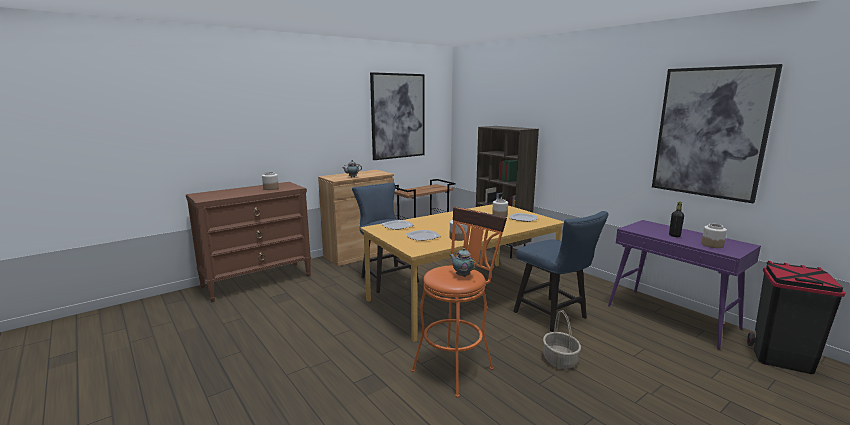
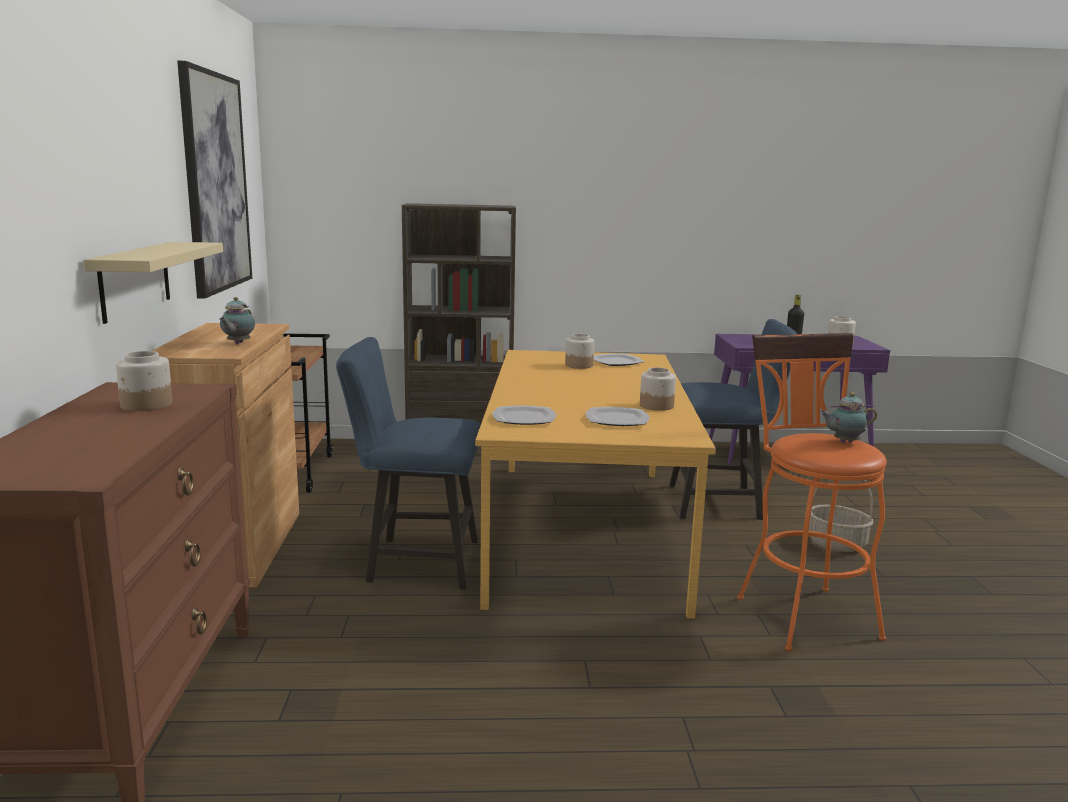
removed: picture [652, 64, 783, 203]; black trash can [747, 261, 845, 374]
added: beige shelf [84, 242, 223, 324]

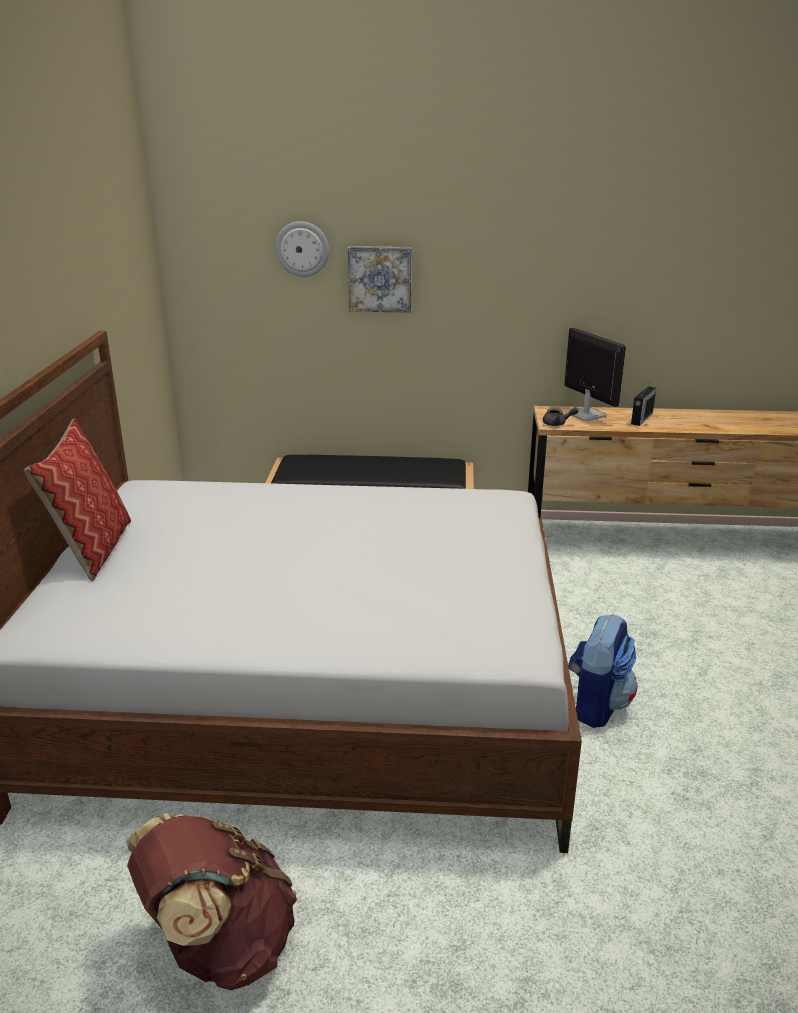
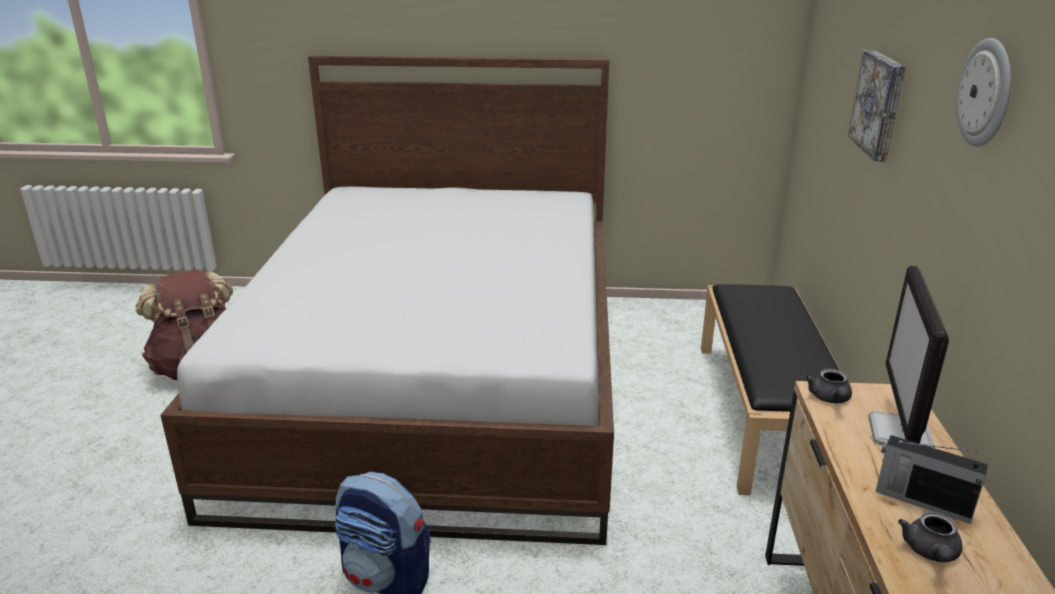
removed: pillow [24, 419, 131, 581]
added: grey teapot [898, 512, 963, 562]
moved: wall clock [275, 221, 329, 277] to [956, 38, 1011, 147]
turned: monitor [564, 328, 626, 421] = [868, 266, 949, 448] 135 degrees clockwise

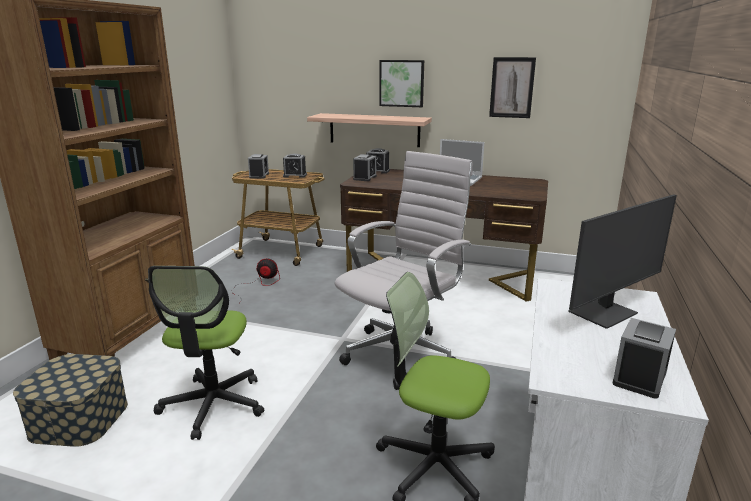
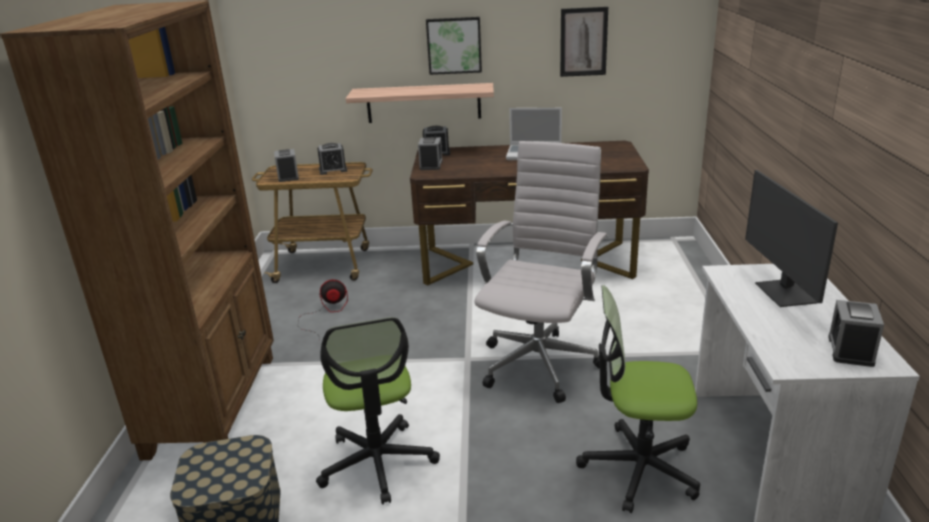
turned: monitor [568, 194, 677, 329] = [745, 170, 838, 307] 135 degrees clockwise

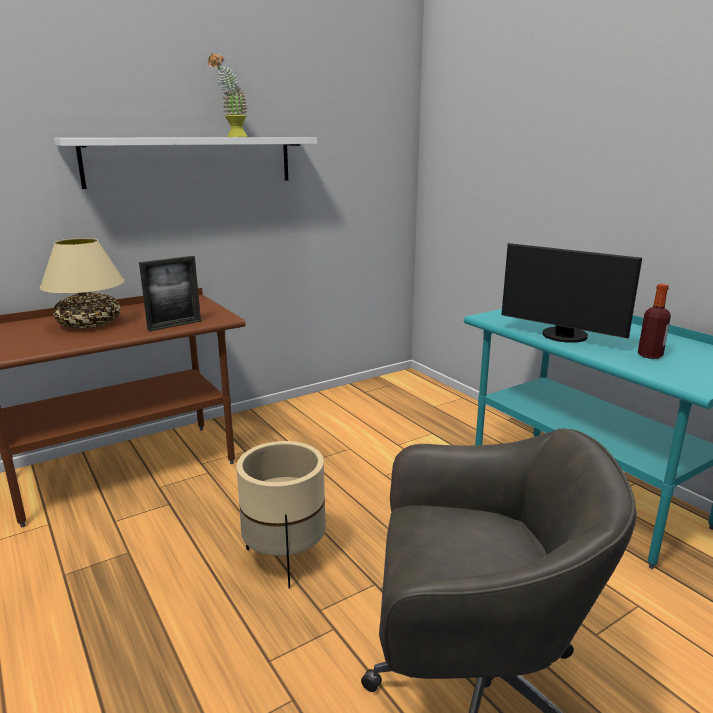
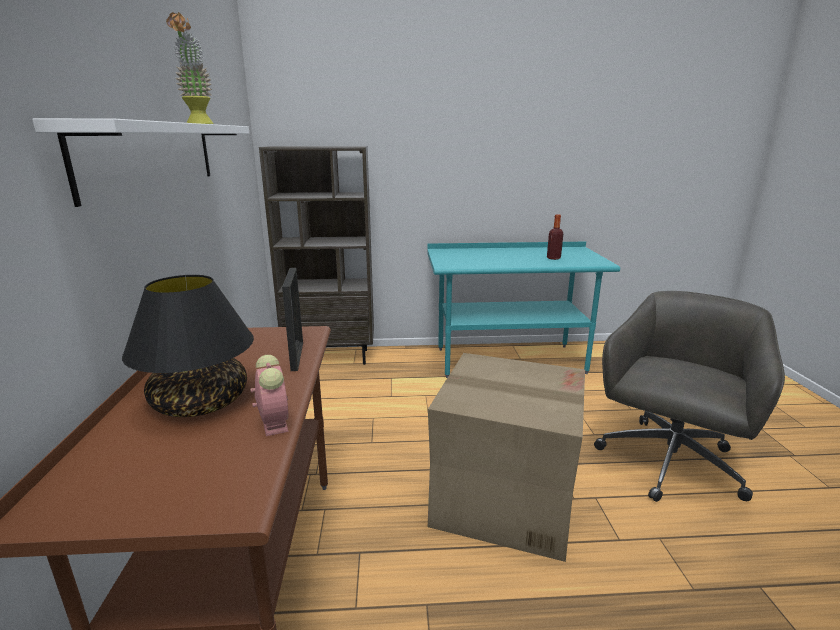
removed: monitor [502, 243, 642, 343]
added: alarm clock [250, 355, 289, 436]; brown bookcase [259, 146, 374, 365]
replaced: beige planter [236, 441, 326, 588] to cardboard box [428, 353, 585, 562]
recoloured: beige table lamp [40, 238, 125, 328] to black table lamp [122, 275, 254, 417]

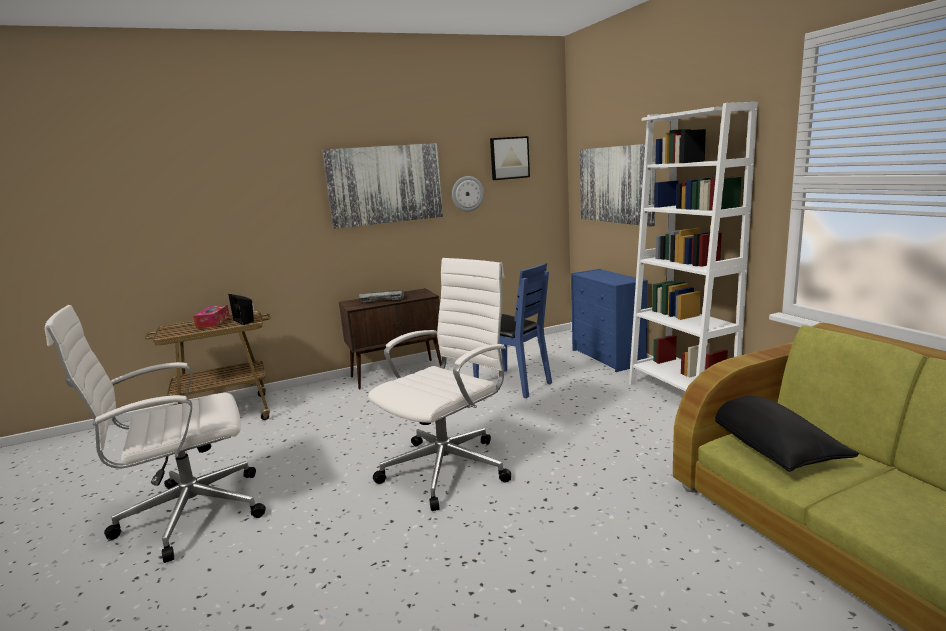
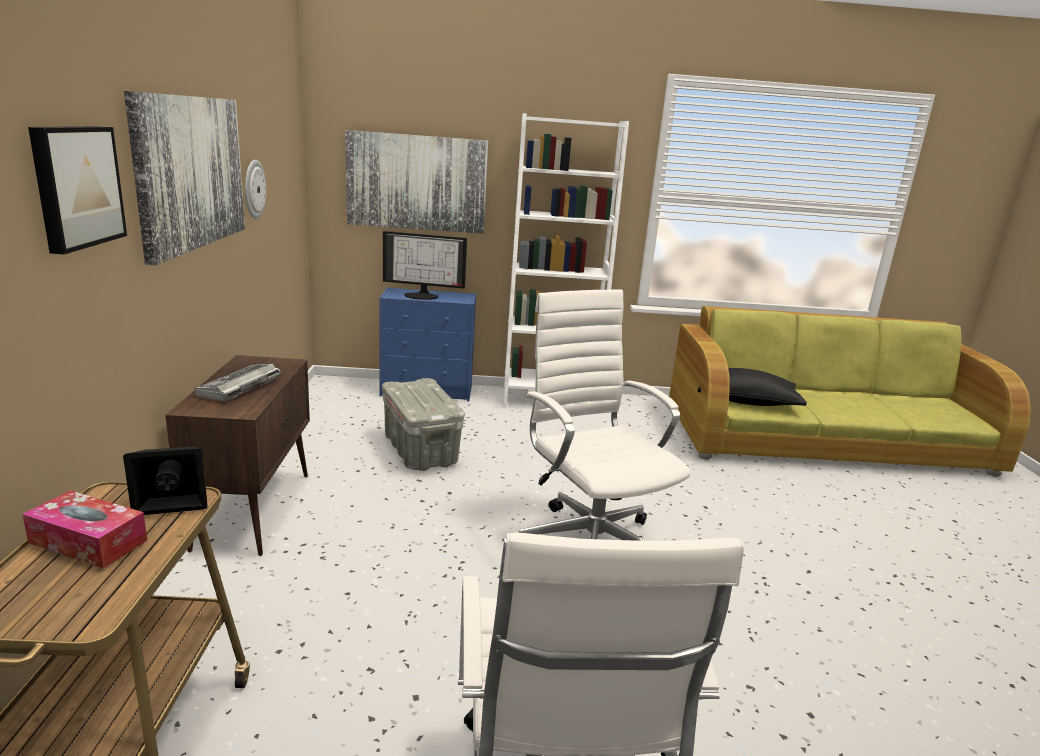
added: monitor [383, 231, 467, 300]
moved: picture [490, 136, 530, 180] to [28, 126, 127, 254]
replaced: blue chair [473, 263, 552, 398] to grey storage box [382, 378, 465, 471]

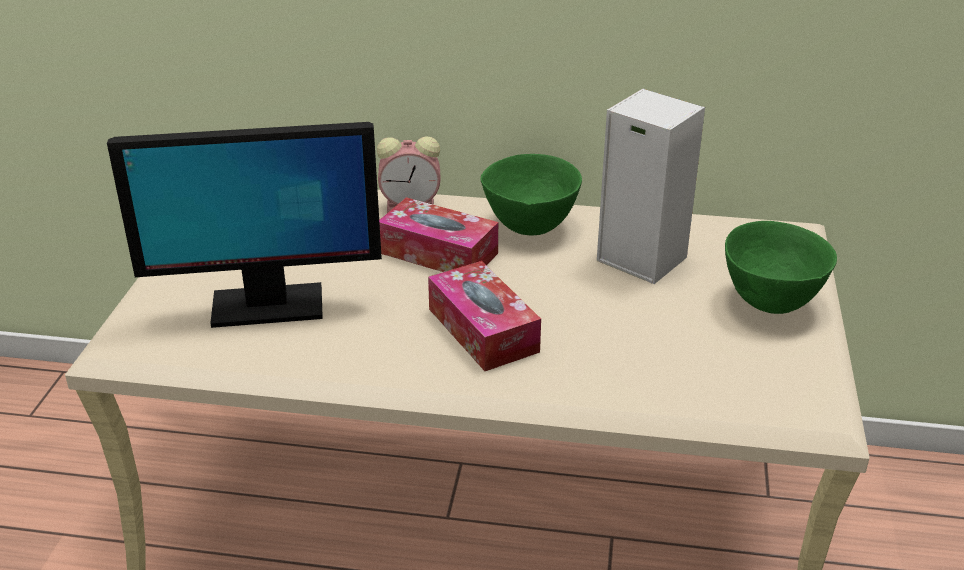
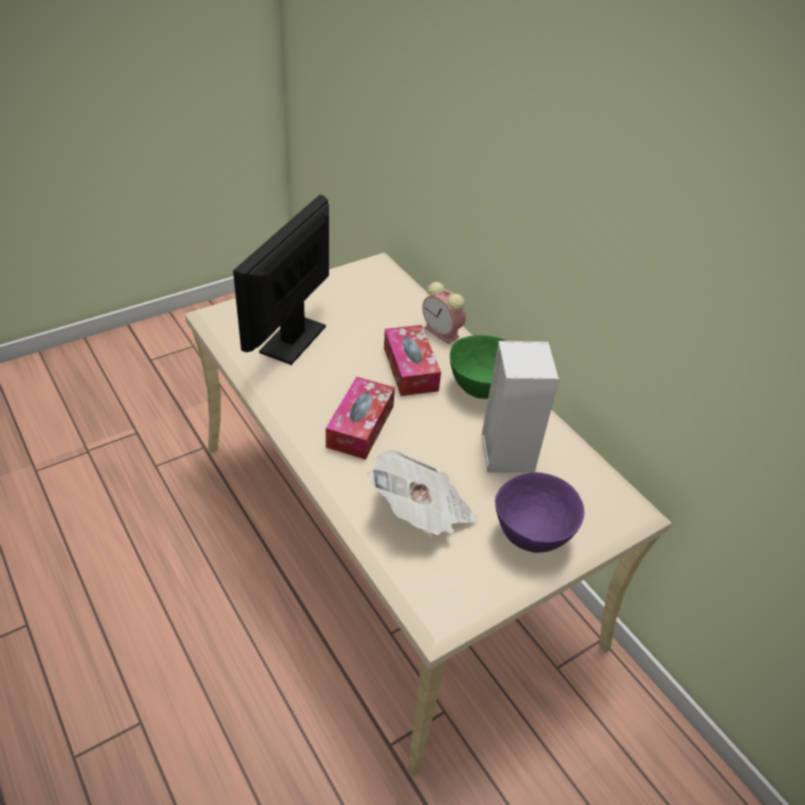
added: newspaper [368, 450, 477, 536]
recoloured: green bowl [725, 221, 837, 314] to purple bowl [495, 472, 584, 553]
turned: monitor [107, 122, 382, 328] = [233, 195, 329, 365] 75 degrees clockwise

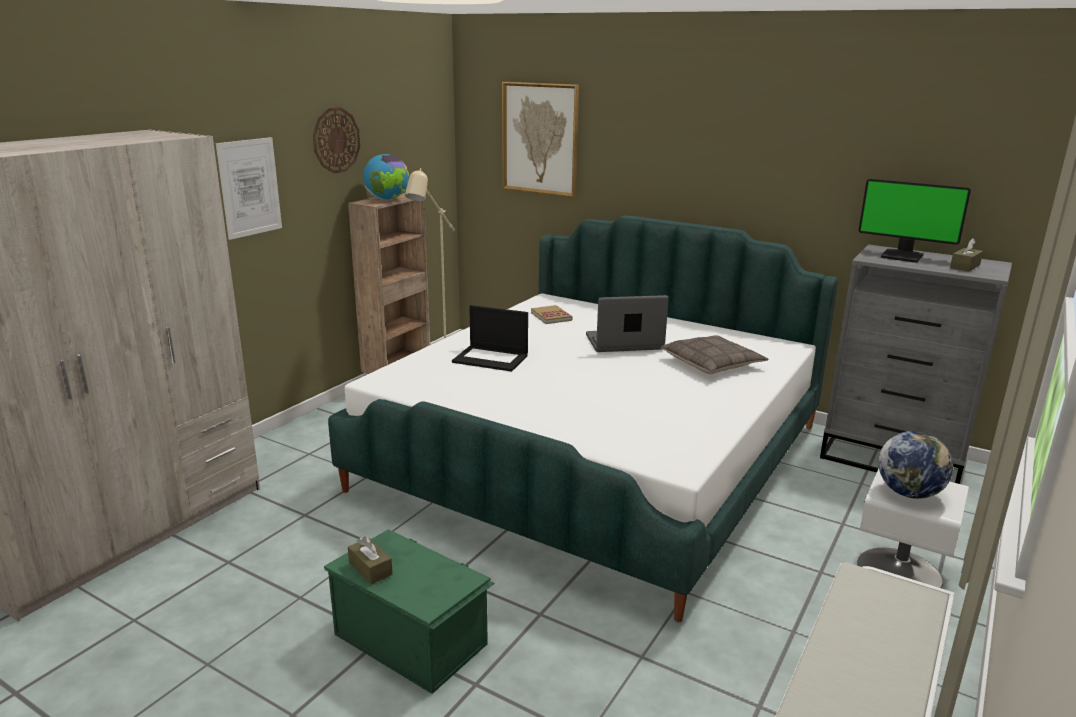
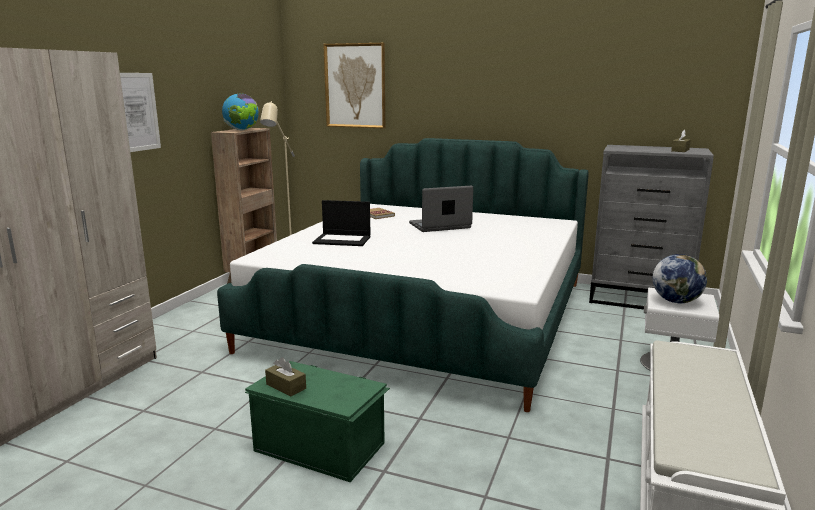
removed: wall clock [313, 107, 360, 173]; pillow [661, 335, 769, 374]; monitor [858, 179, 971, 263]

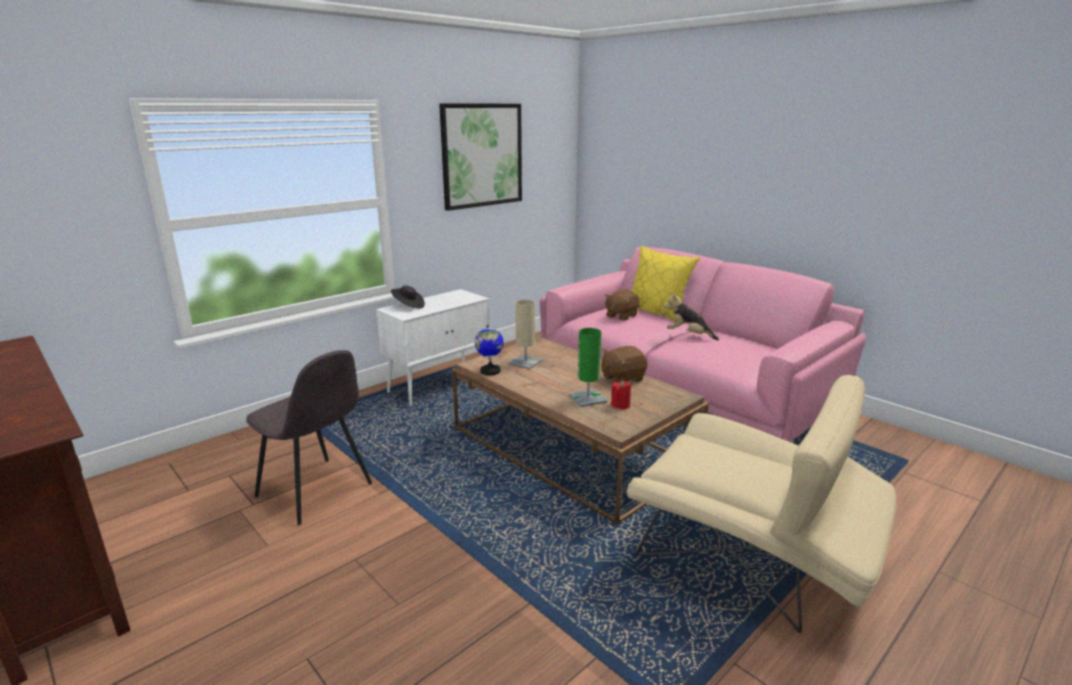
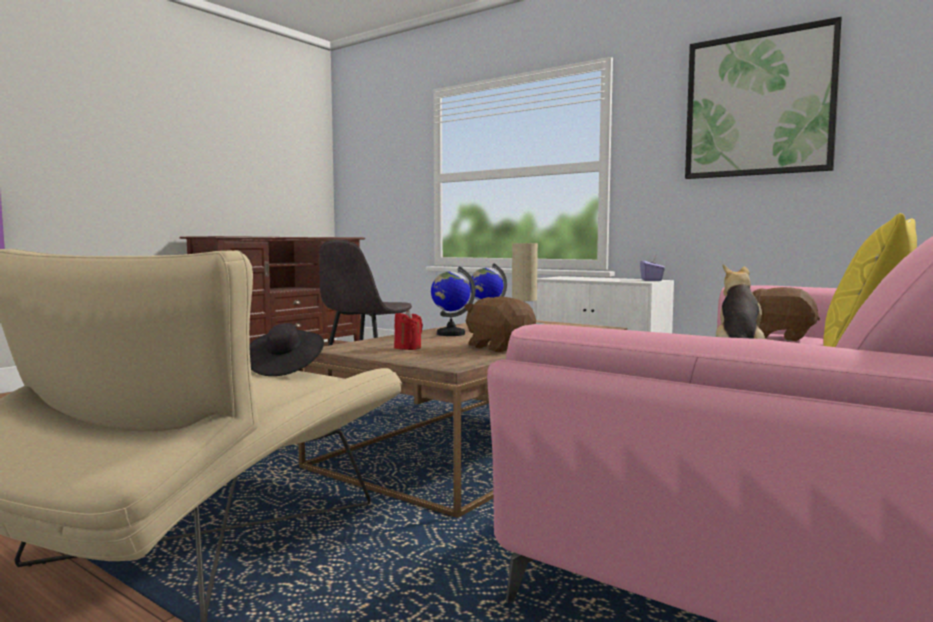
removed: green table lamp [569, 328, 607, 407]
added: globe [431, 266, 476, 336]; purple tissue box [640, 255, 665, 281]
moved: black hat [391, 285, 425, 309] to [250, 323, 324, 376]

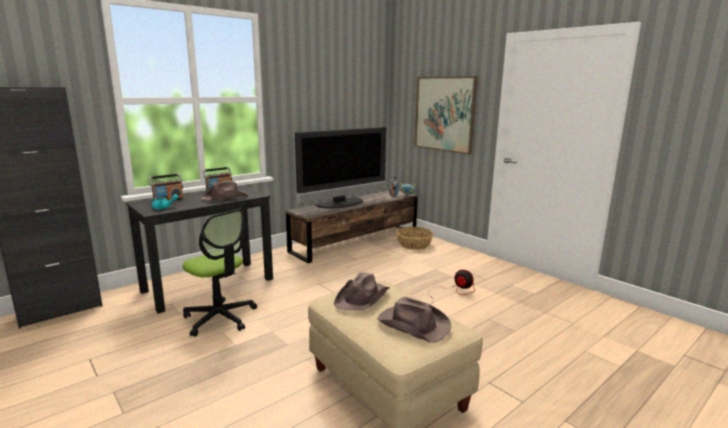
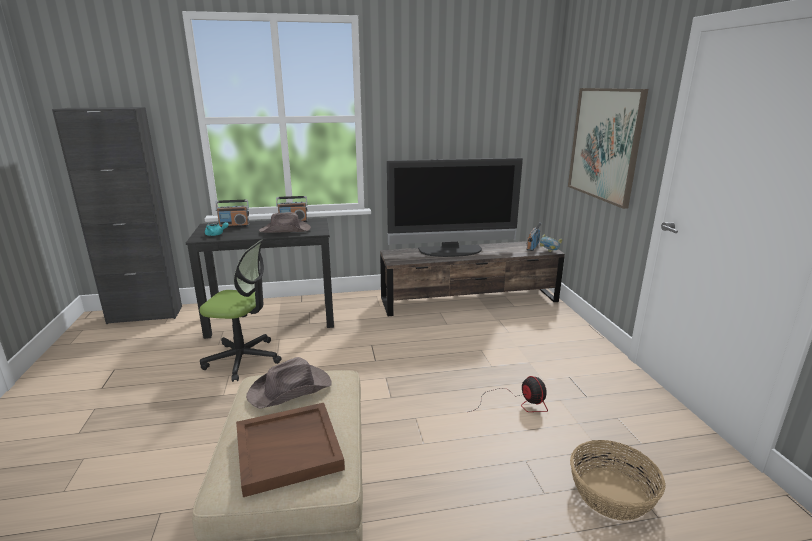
moved: basket [396, 227, 434, 250] to [570, 440, 665, 521]
replaced: brown hat [377, 297, 452, 343] to brown tray [236, 403, 345, 497]
turned: office chair [182, 209, 257, 337] = [200, 239, 282, 382] 60 degrees counterclockwise

